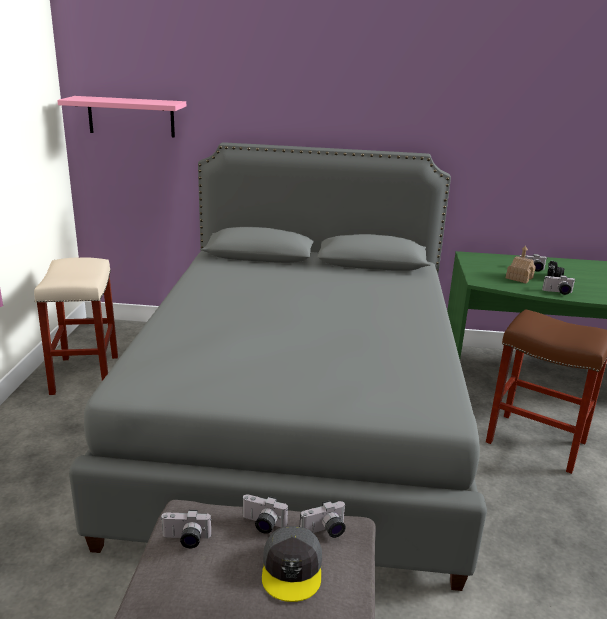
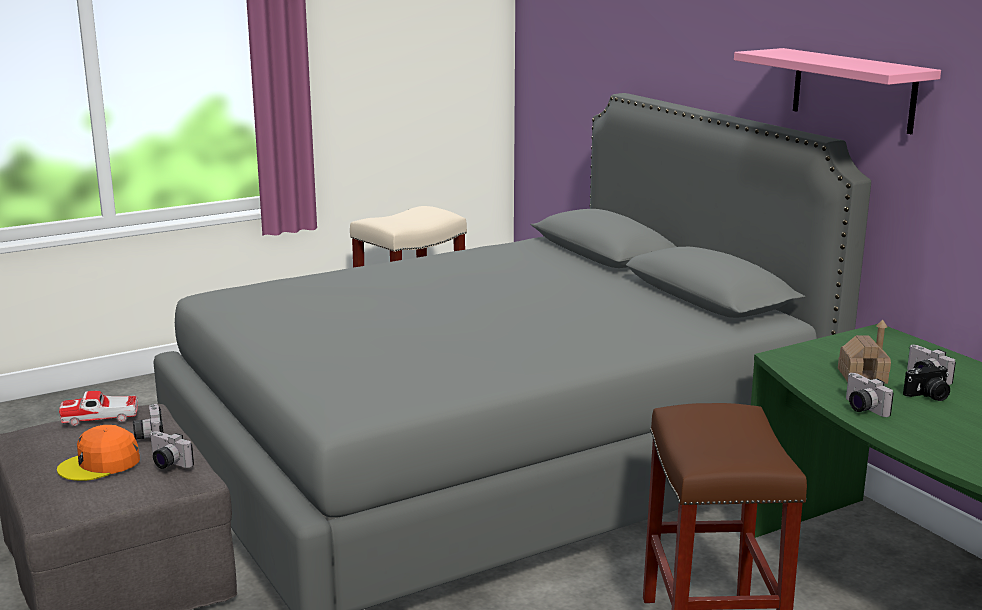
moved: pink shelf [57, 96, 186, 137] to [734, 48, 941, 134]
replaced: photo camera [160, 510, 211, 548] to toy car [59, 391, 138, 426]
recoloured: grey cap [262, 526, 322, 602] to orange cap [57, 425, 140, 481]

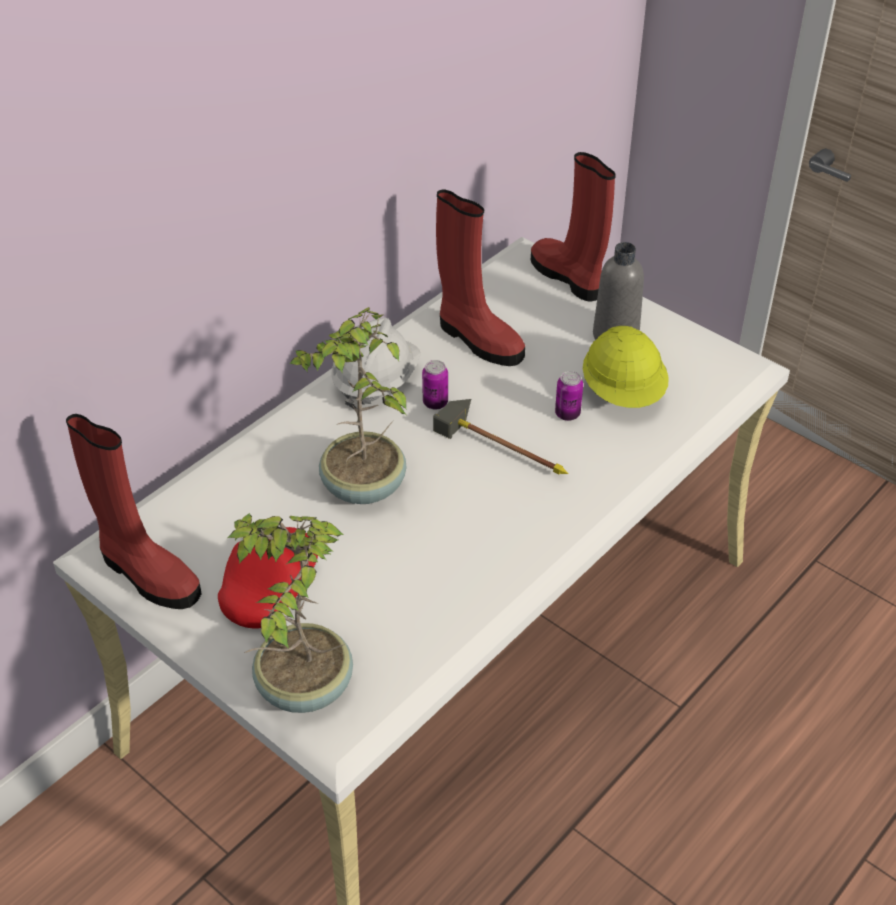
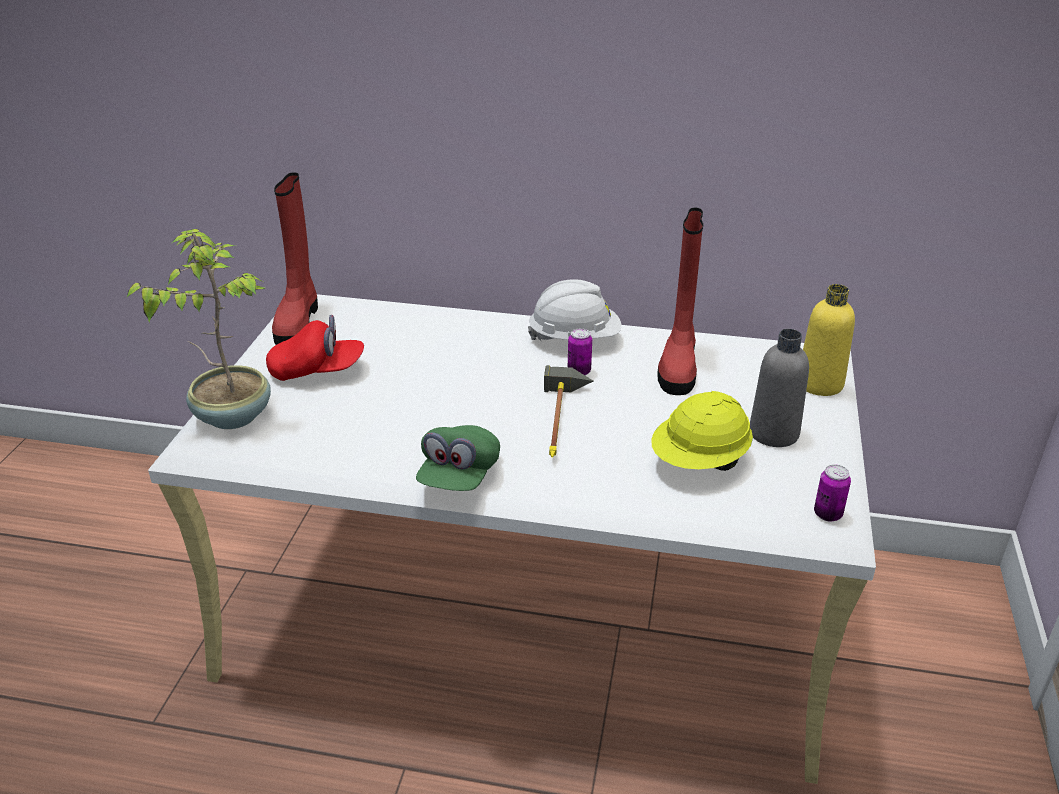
removed: potted plant [289, 307, 407, 504]
added: green cap [416, 425, 500, 491]
moved: can [555, 371, 583, 421] to [814, 464, 851, 522]
replaced: red boot [531, 152, 616, 301] to yellow bottle [803, 284, 855, 396]

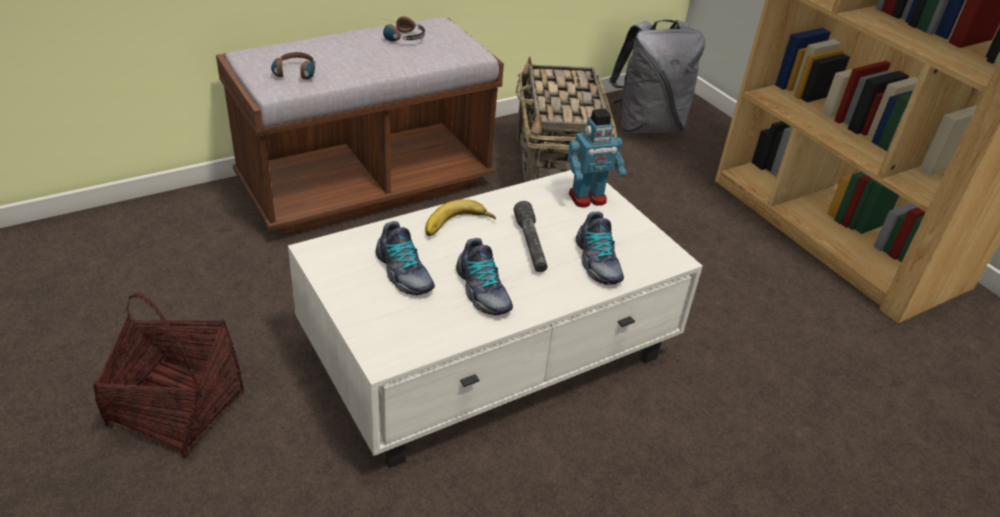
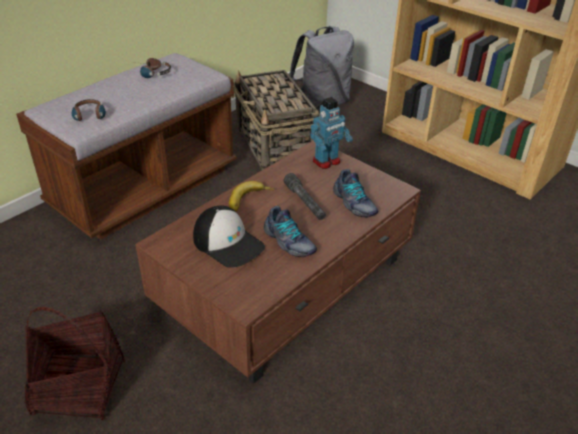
replaced: shoe [376, 221, 435, 296] to cap [193, 205, 265, 268]
recoloured: white coffee table [288, 170, 703, 468] to brown coffee table [135, 140, 421, 384]

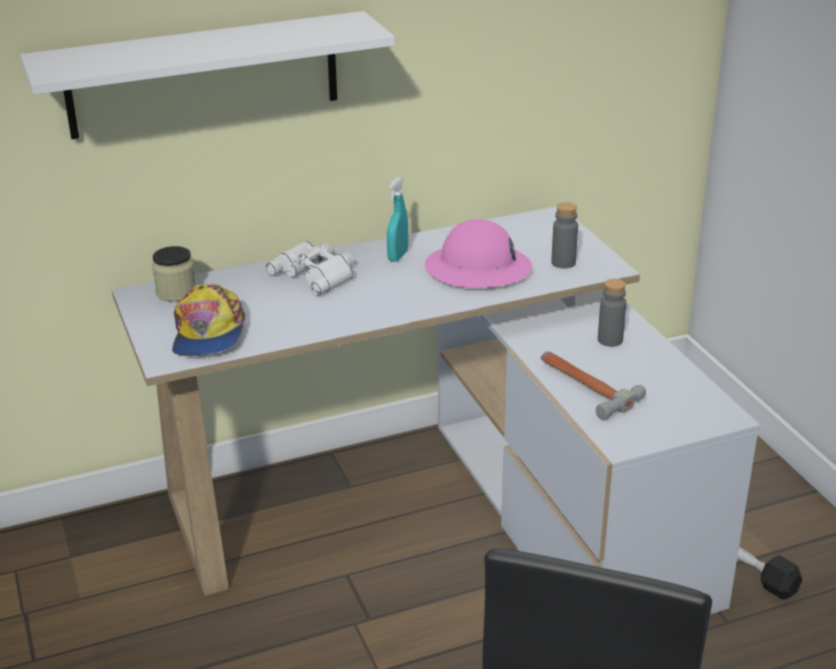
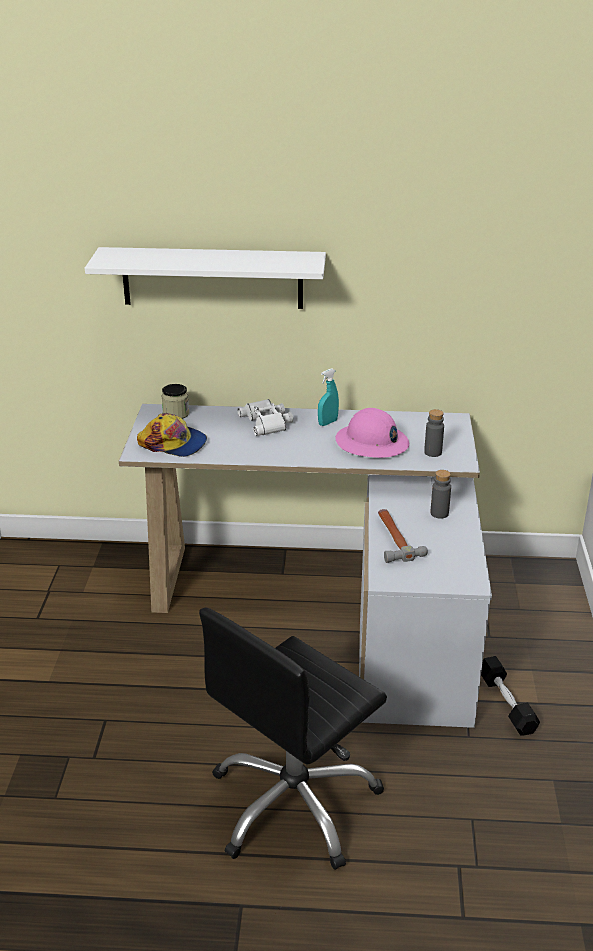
turned: cap [172, 284, 246, 356] = [137, 413, 207, 457] 90 degrees counterclockwise

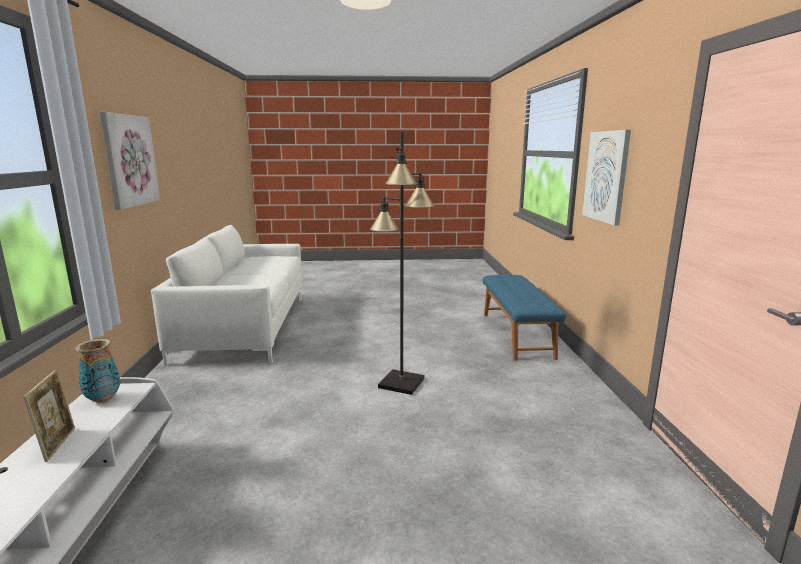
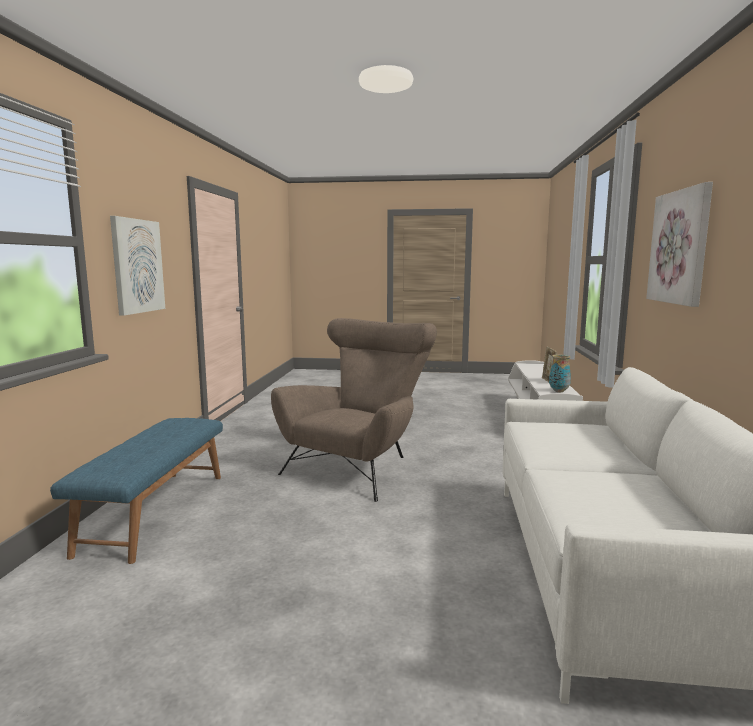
replaced: black floor lamp [370, 132, 435, 395] to brown armchair [271, 318, 437, 502]

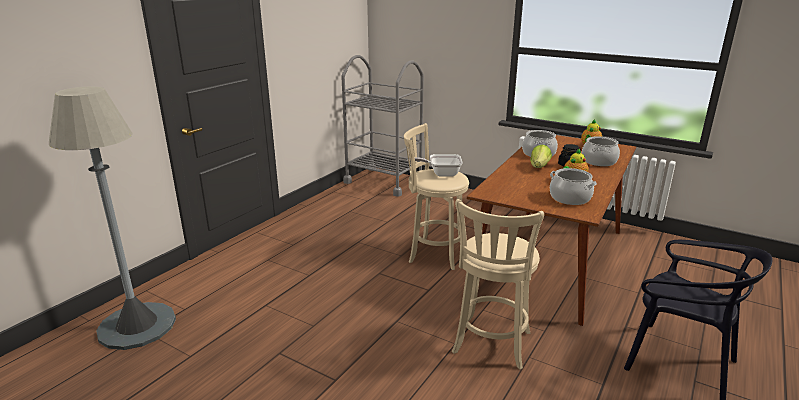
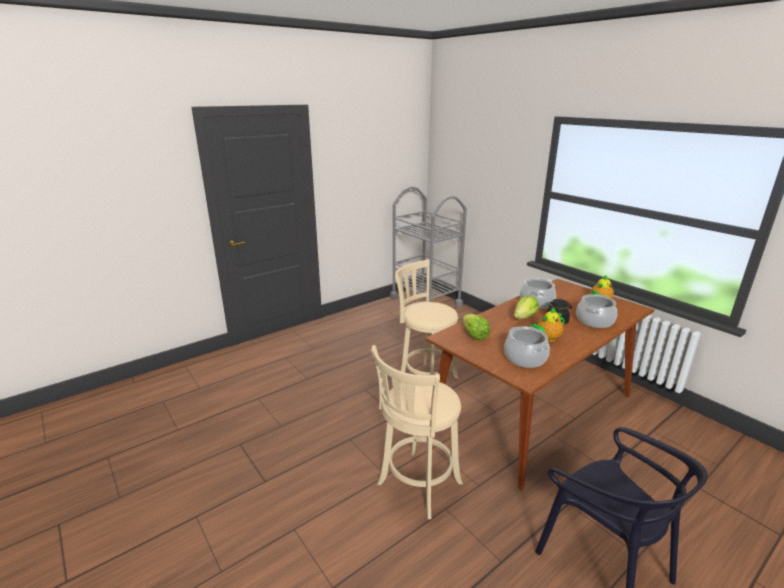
removed: grey floor lamp [49, 87, 176, 350]; frying pan [409, 154, 463, 177]
added: lettuce [463, 314, 490, 340]

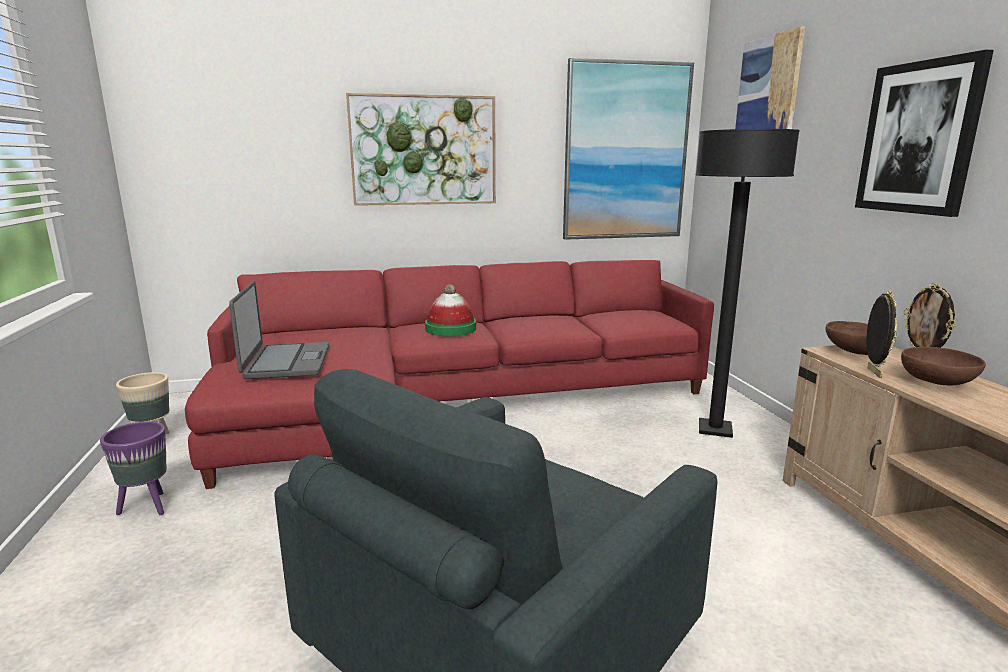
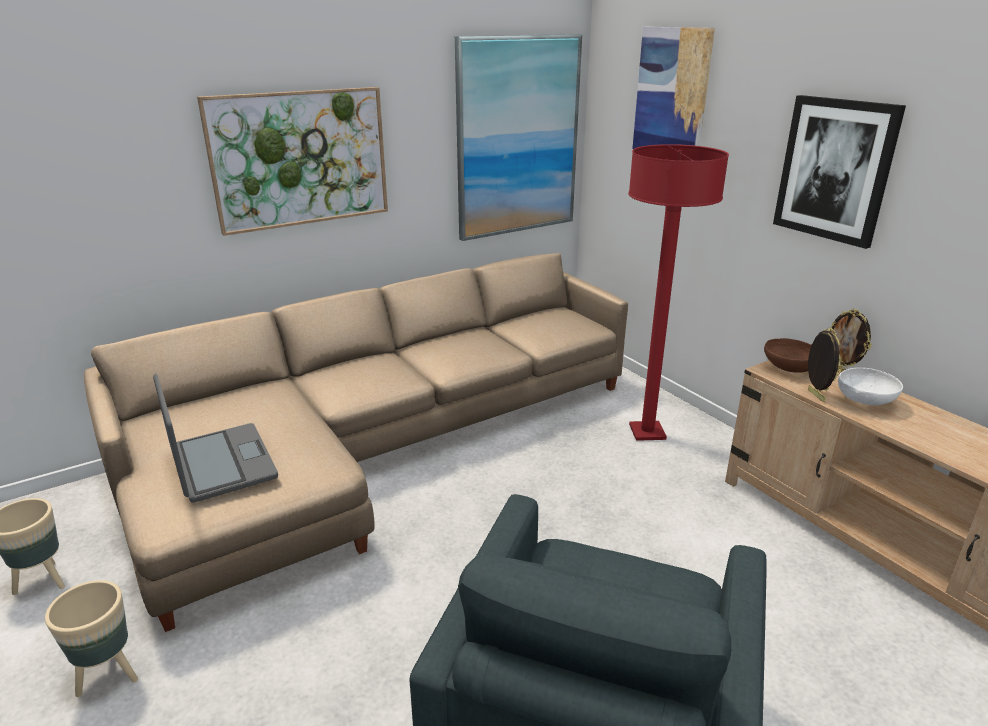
removed: hat [425, 284, 476, 336]
recoloured: purple planter [100, 421, 167, 515] to beige planter [45, 580, 138, 697]; red sofa [185, 260, 714, 489] to beige sofa [84, 253, 628, 632]; black floor lamp [695, 129, 800, 438] to red floor lamp [628, 144, 729, 441]; brown bowl [901, 347, 986, 385] to white bowl [838, 368, 903, 405]

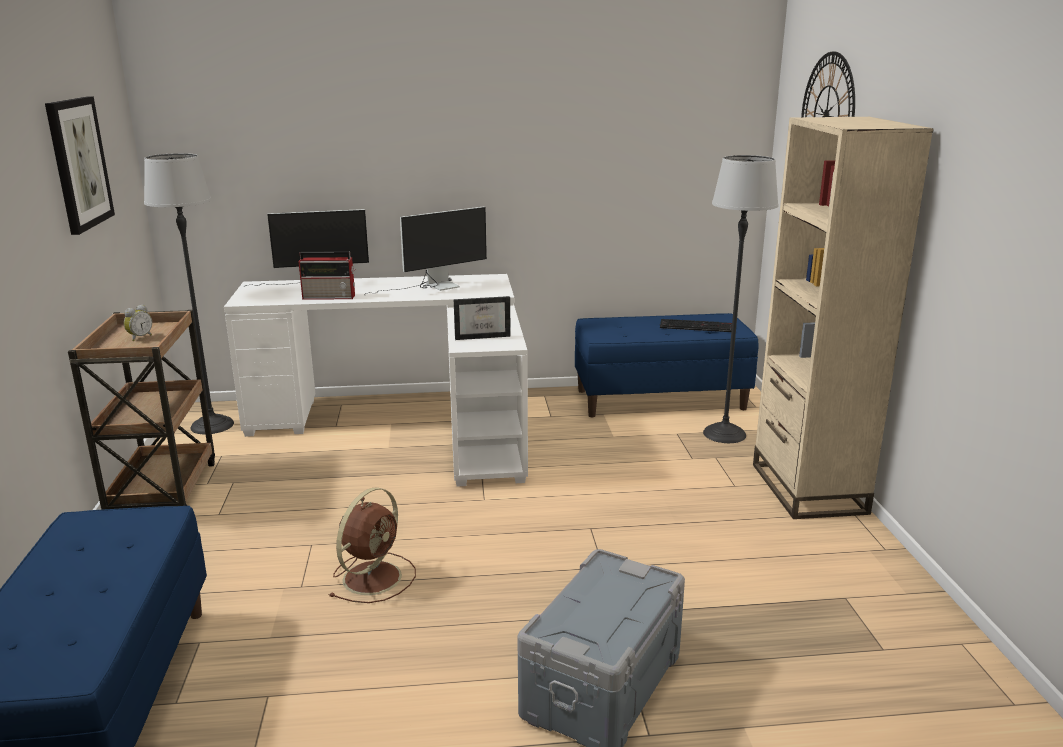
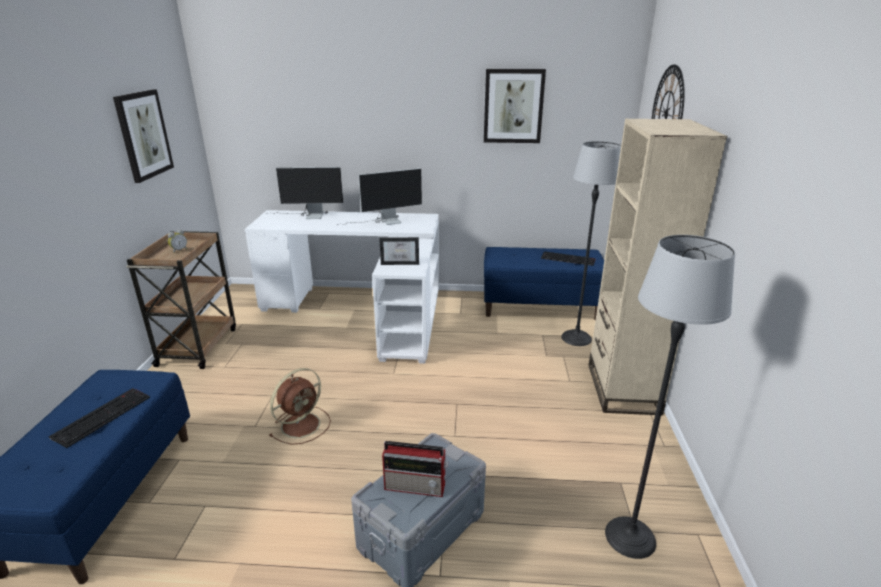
added: keyboard [49, 388, 150, 448]; picture [484, 69, 546, 143]
moved: floor lamp [144, 153, 234, 434] to [605, 235, 735, 559]; radio [299, 251, 355, 300] to [382, 441, 448, 497]

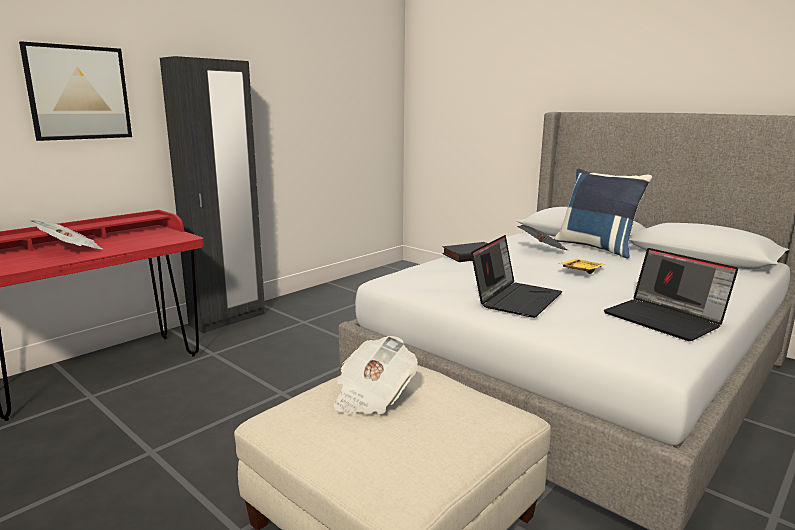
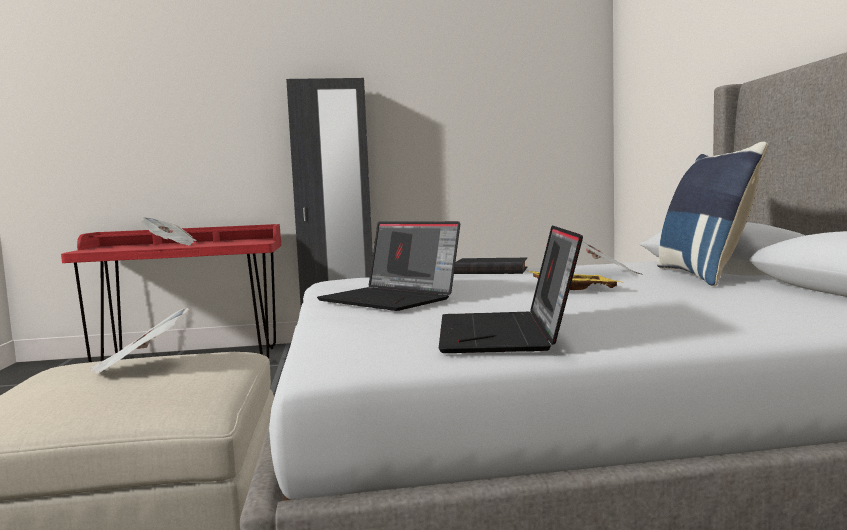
removed: picture [19, 41, 132, 141]
turned: laptop [471, 235, 562, 318] = [317, 221, 460, 311] 60 degrees clockwise

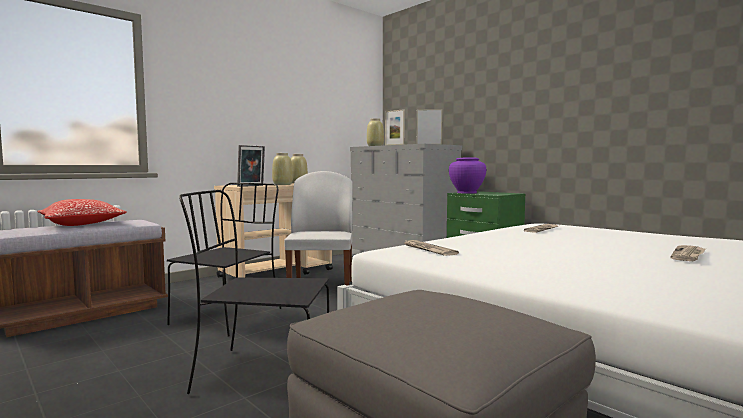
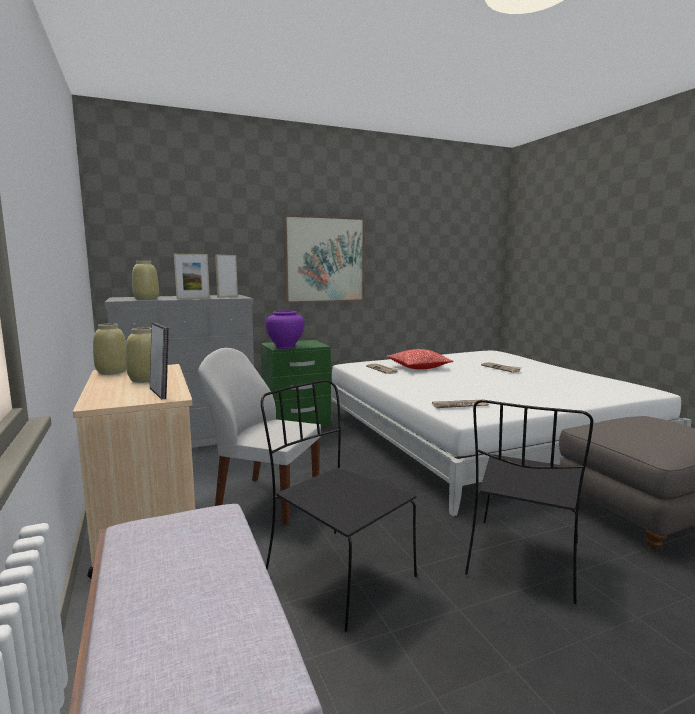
added: picture [283, 214, 365, 303]
moved: pillow [38, 199, 127, 226] to [387, 349, 454, 369]

